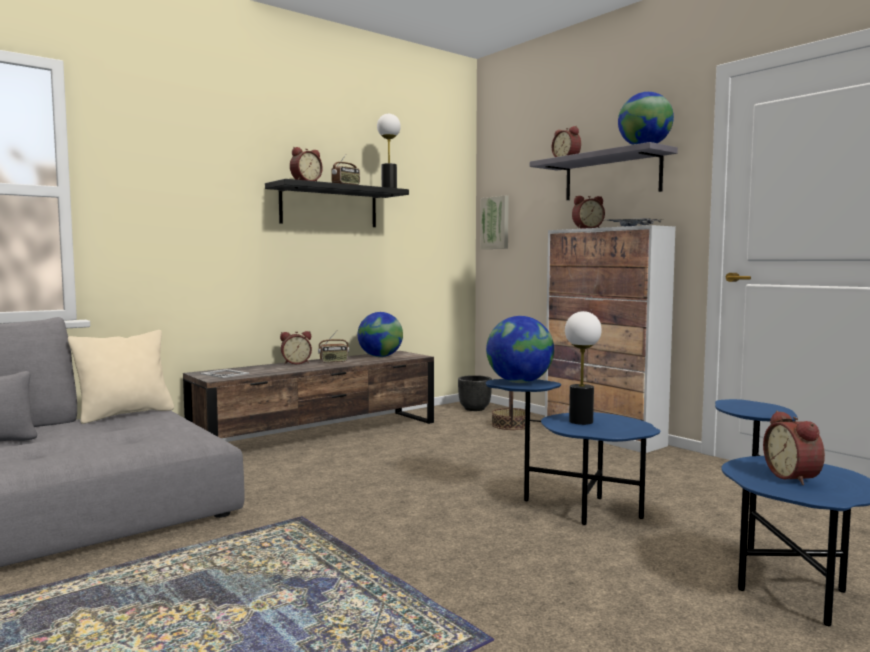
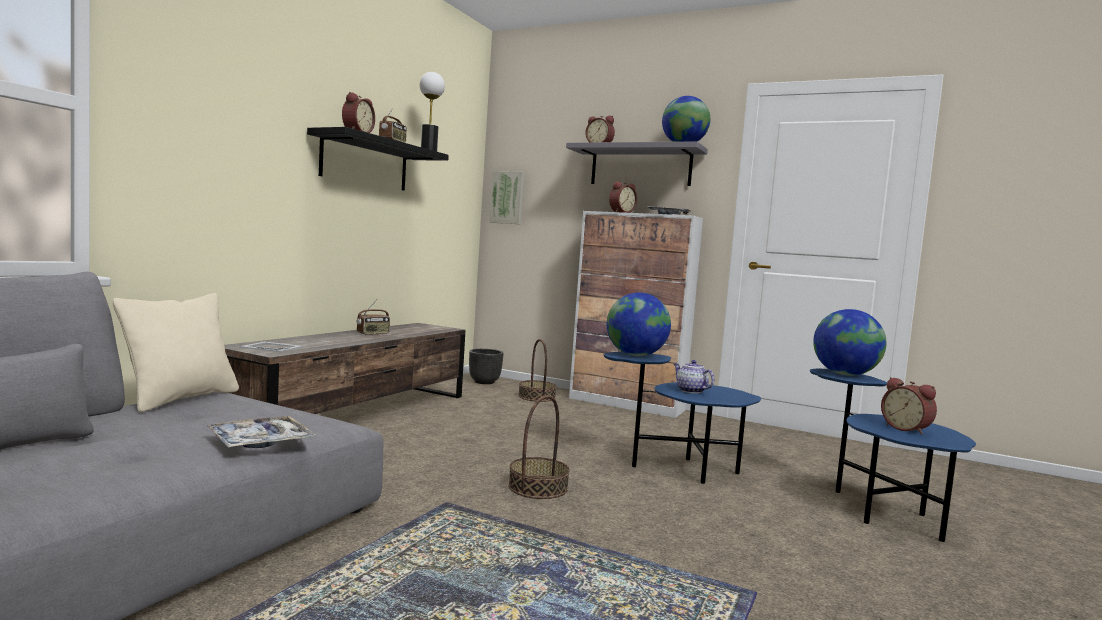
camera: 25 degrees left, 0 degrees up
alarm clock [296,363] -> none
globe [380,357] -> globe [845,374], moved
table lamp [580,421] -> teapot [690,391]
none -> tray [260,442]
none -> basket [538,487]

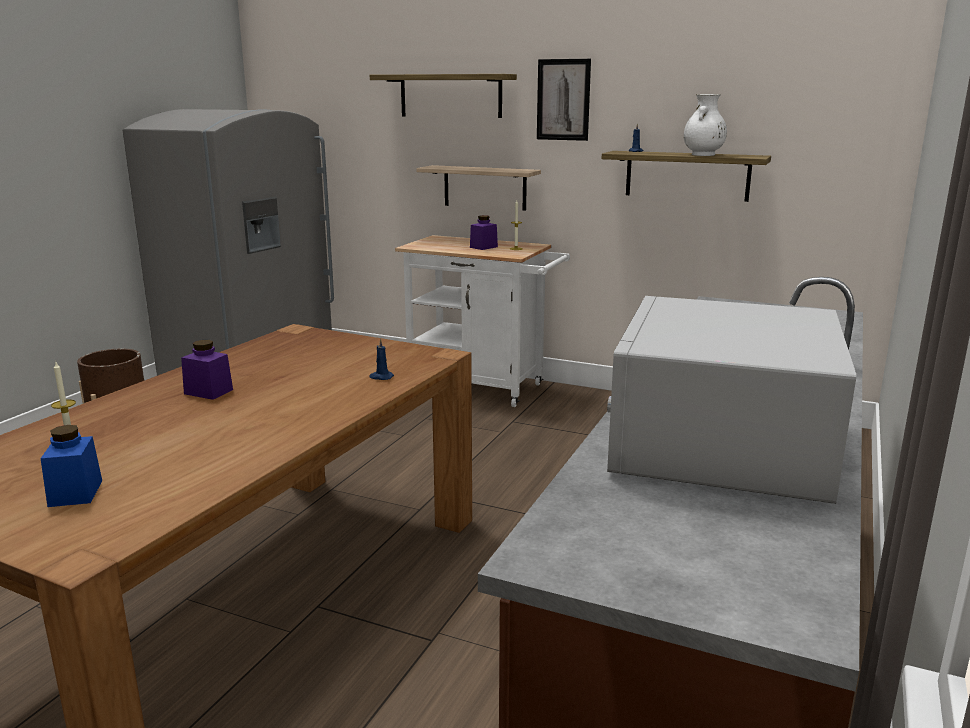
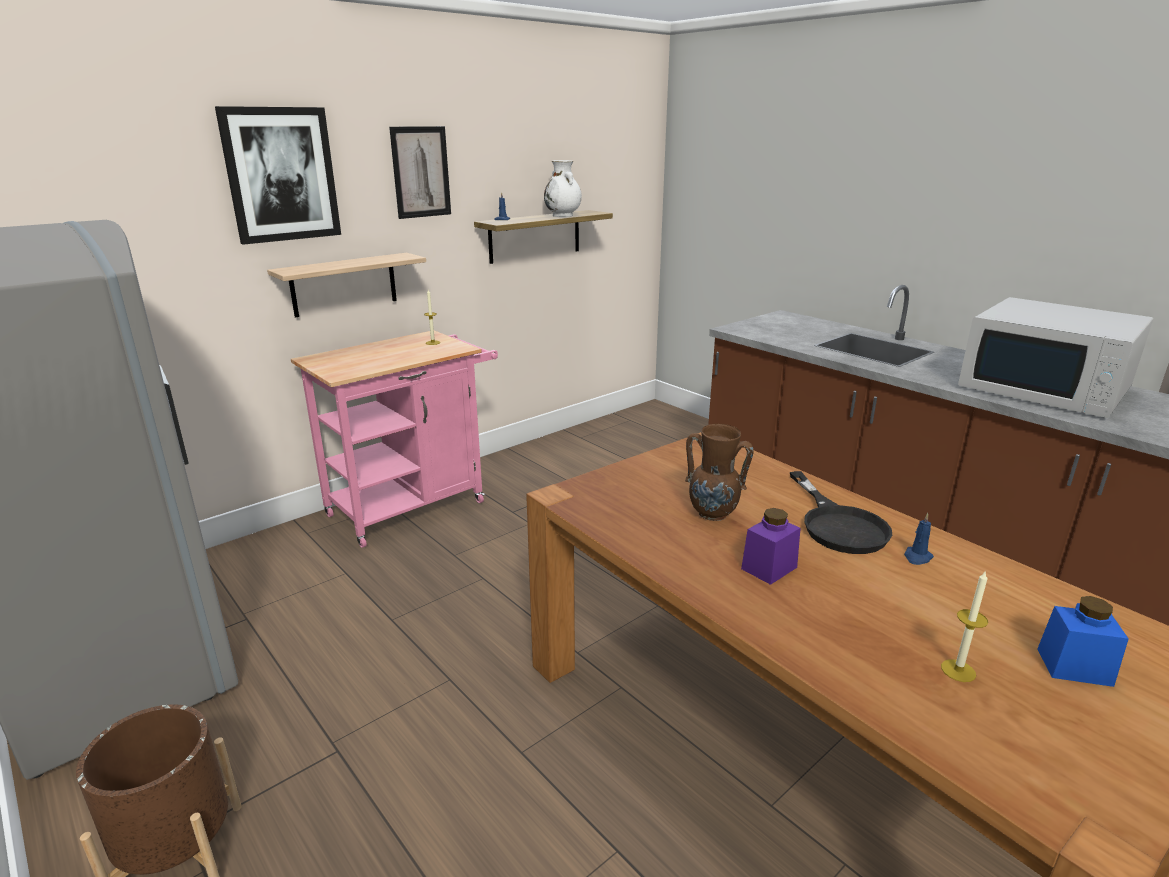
camera: 65 degrees left, 5 degrees up
blue candle [381,377] -> blue candle [917,557], moved
shelf [450,96] -> picture [281,175]
white cart [483,388] -> pink cart [415,505]
purple jar [483,247] -> none
none -> brown vase [713,515]
none -> black frying pan [838,524]

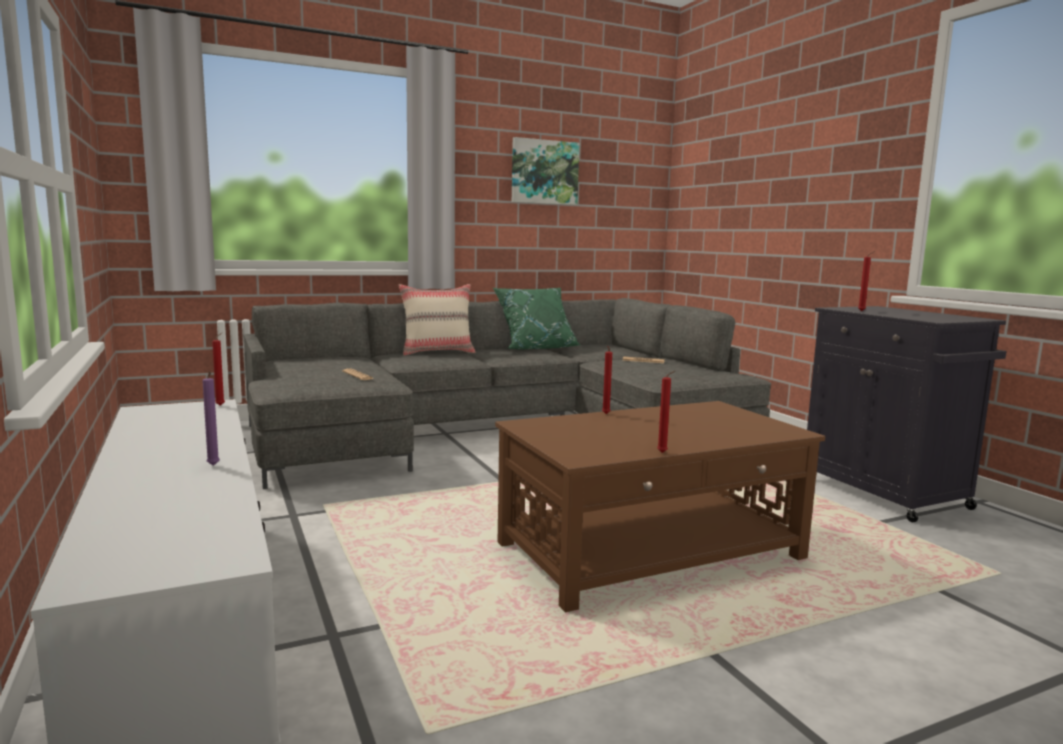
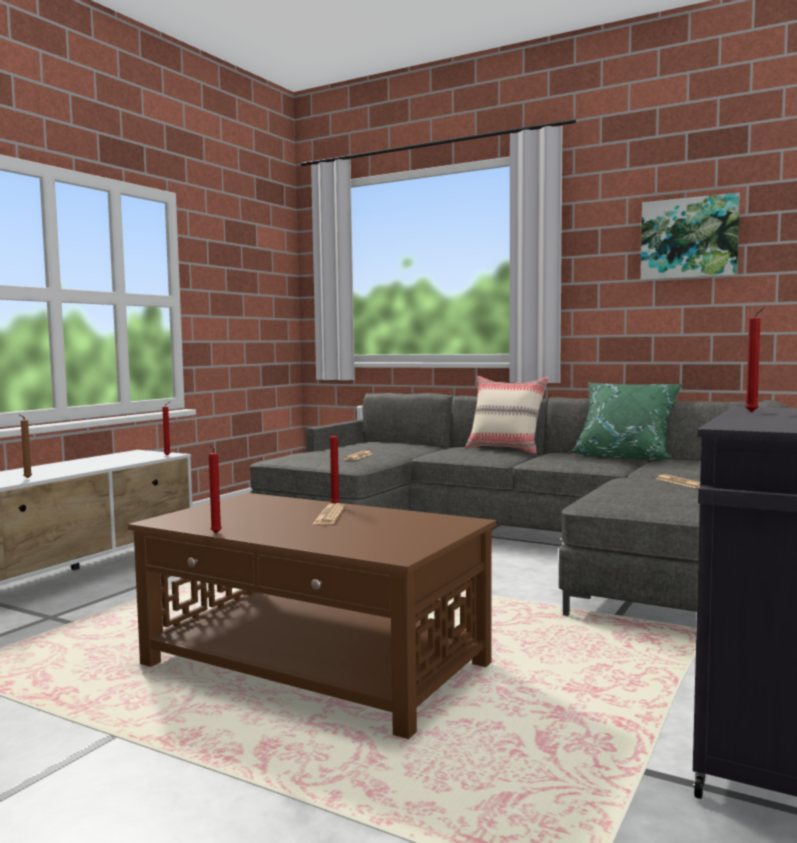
camera: 55 degrees right, 5 degrees down
purple candle [213,466] -> brown candle [26,478]
none -> newspaper [329,516]

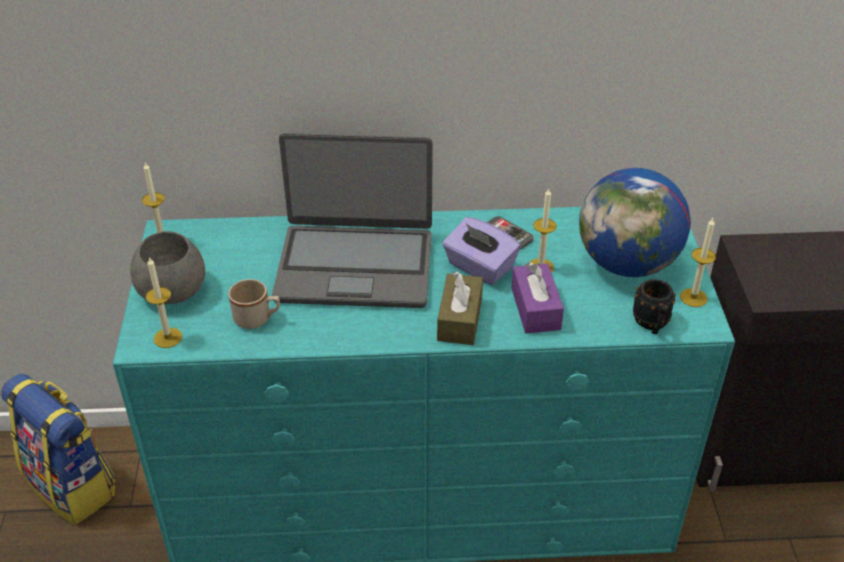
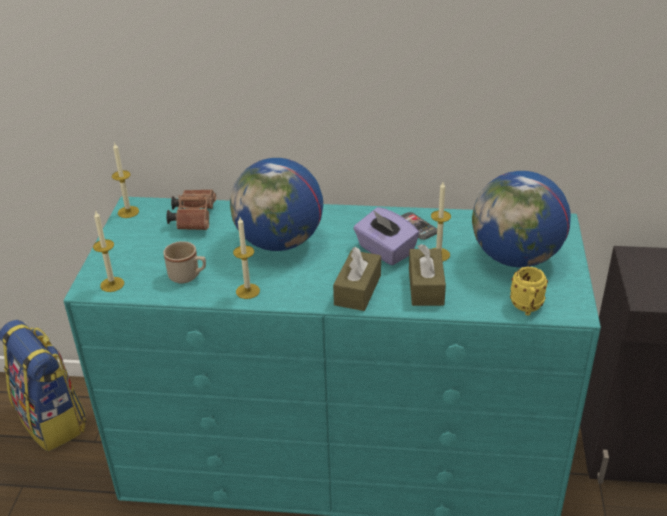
camera: 10 degrees right, 5 degrees down
grey bowl [171,289] -> none
laptop [355,266] -> globe [279,242]
purple tissue box [535,308] -> brown tissue box [426,287]
black mug [652,325] -> yellow mug [526,308]
candle [693,297] -> candle [247,291], moved
none -> brown binoculars [194,218]

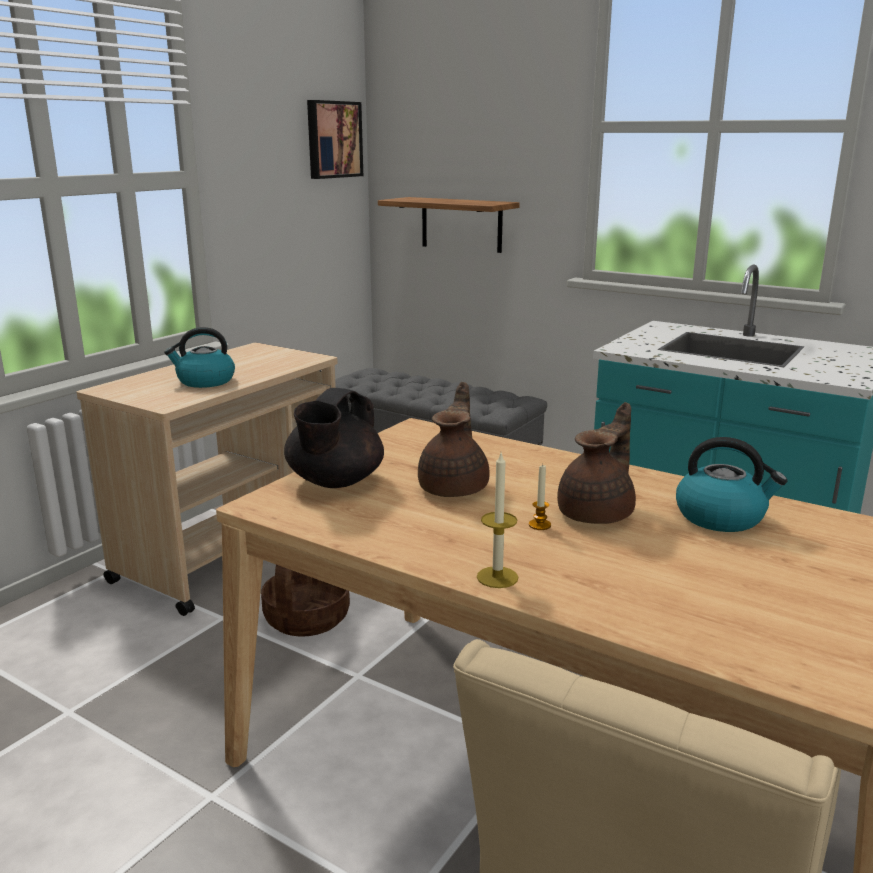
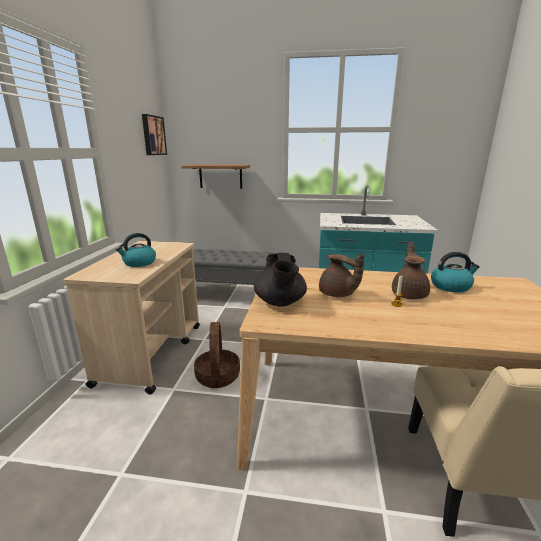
camera: 25 degrees left, 0 degrees up
brown teapot [455,487] -> brown teapot [337,294], 150 degrees clockwise
candle [497,577] -> none

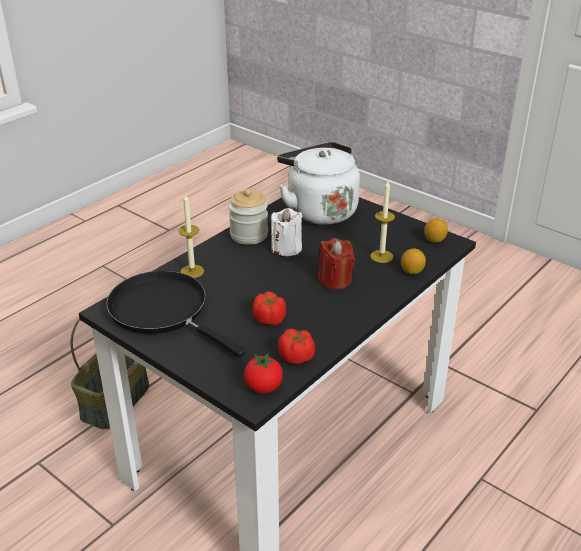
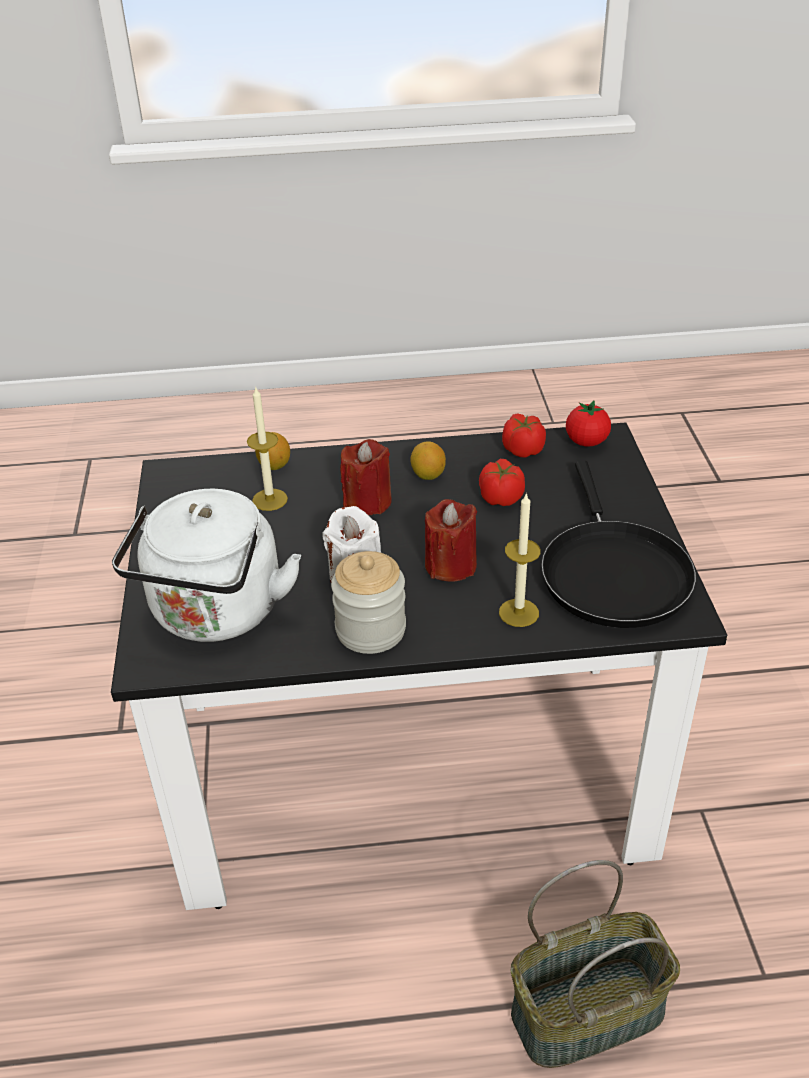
camera: 135 degrees left, 5 degrees up
lemon [434,240] -> lemon [428,475], moved
none -> red candle [450,565]

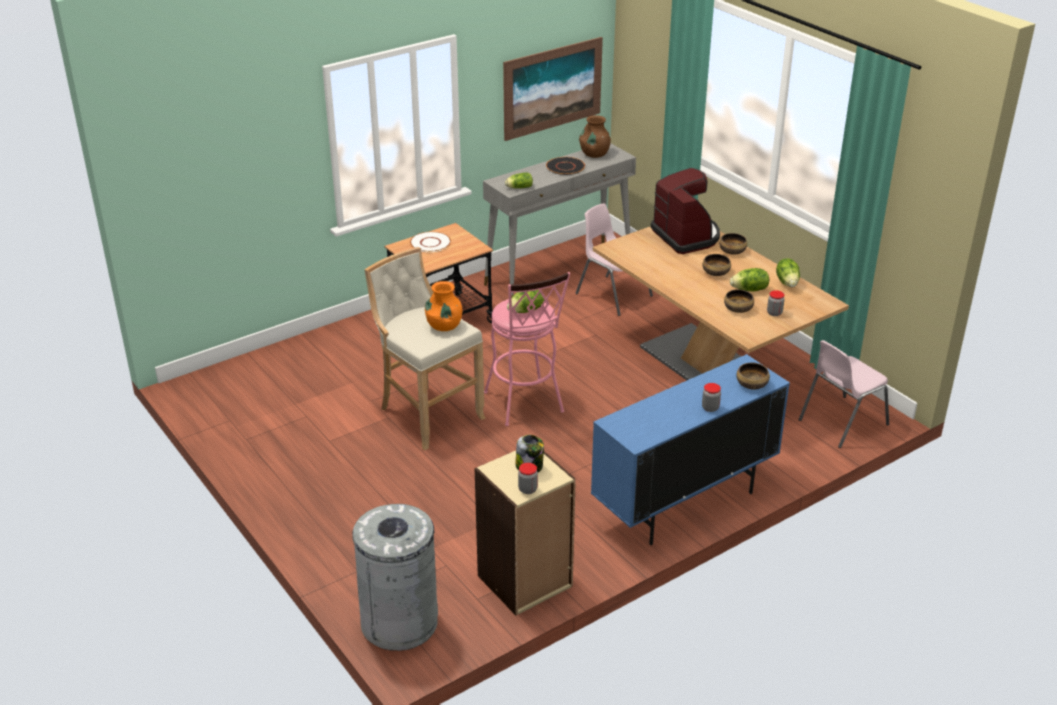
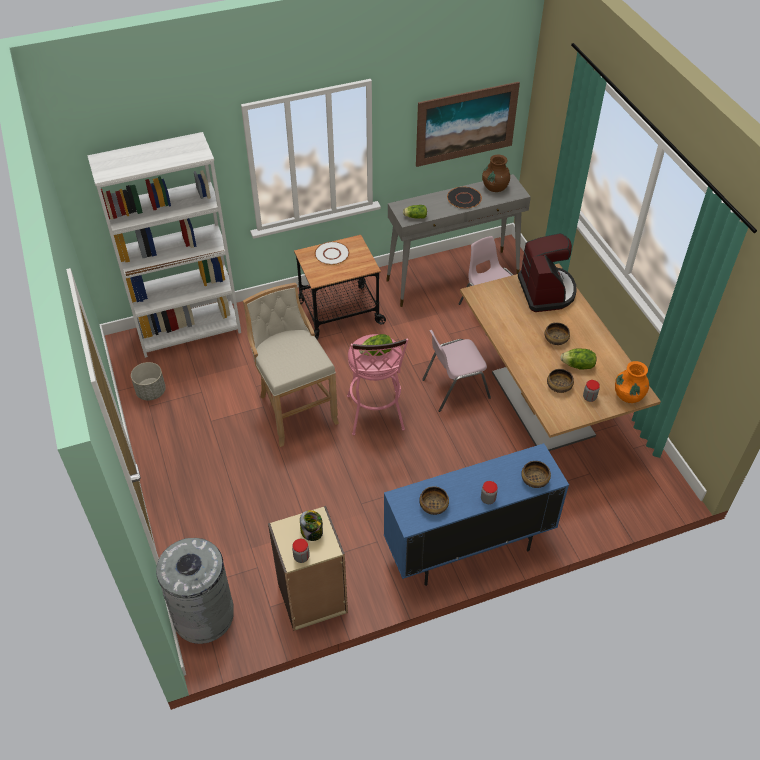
camera: 15 degrees right, 15 degrees up
orange vase [444,326] -> orange vase [628,395], moved
bowl [732,251] -> bowl [433,505], moved
lettuce [787,282] -> none
pink chair [841,422] -> pink chair [454,388], moved
none -> white bookcase [189,331]
none -> grey planter [151,392]

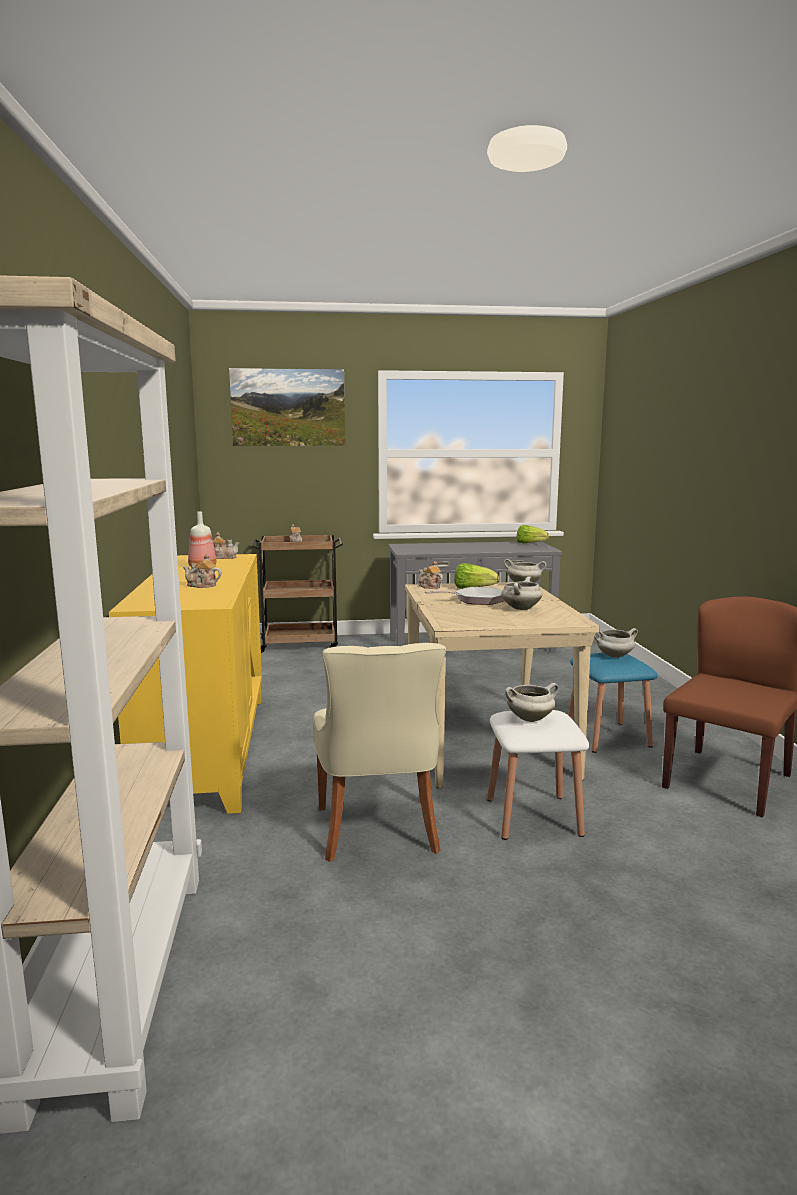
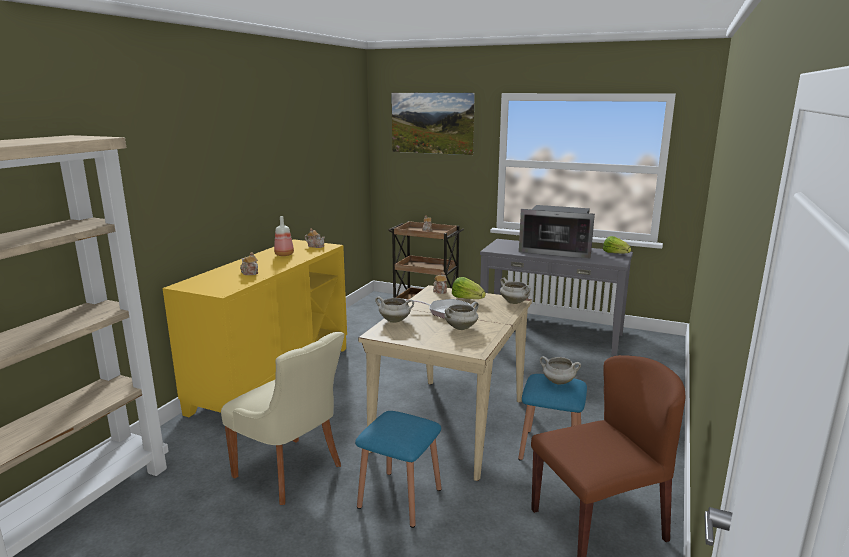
camera: 30 degrees right, 5 degrees up
beige chair [378,832] -> beige chair [291,472], 75 degrees counterclockwise
white stool [533,816] -> blue stool [400,498]
white cooking pot [530,718] -> white cooking pot [395,320], moved
none -> microwave [556,251]

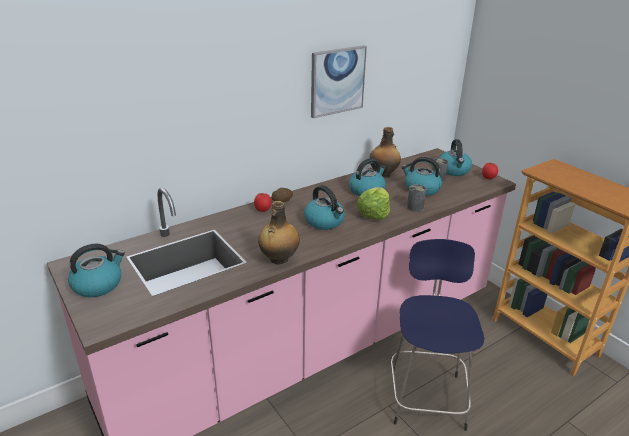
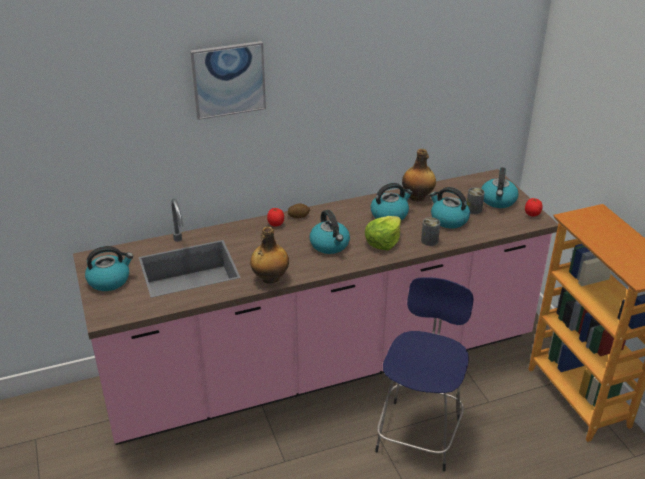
camera: 15 degrees right, 5 degrees up
picture [337,81] -> picture [228,79], moved

